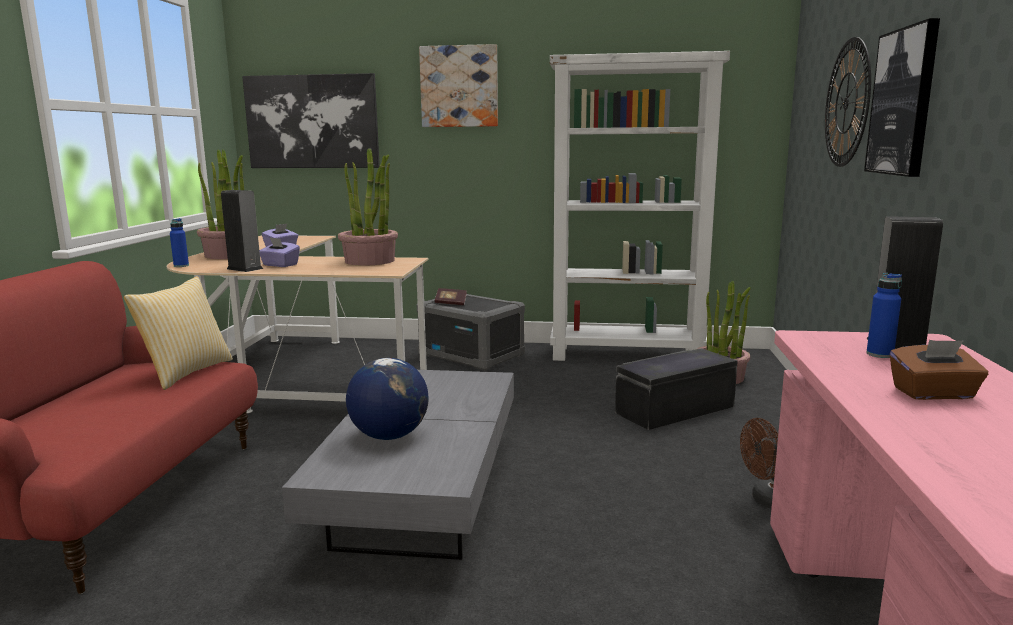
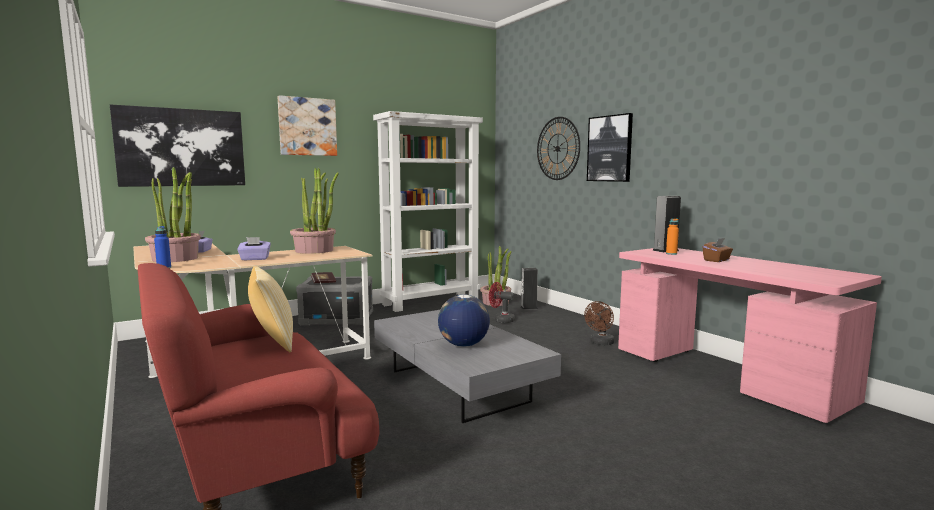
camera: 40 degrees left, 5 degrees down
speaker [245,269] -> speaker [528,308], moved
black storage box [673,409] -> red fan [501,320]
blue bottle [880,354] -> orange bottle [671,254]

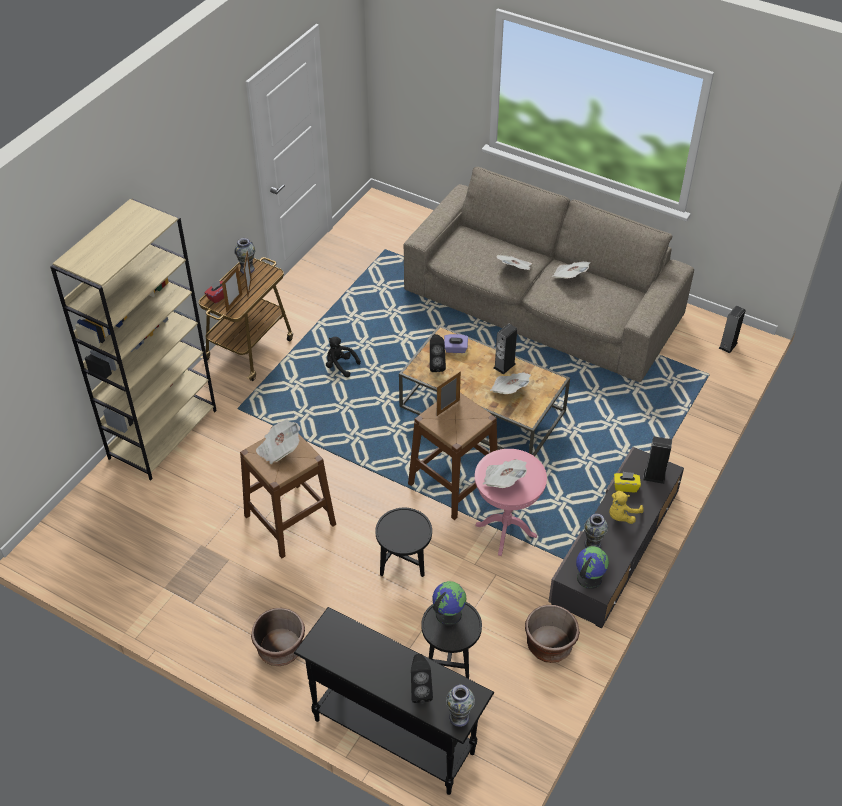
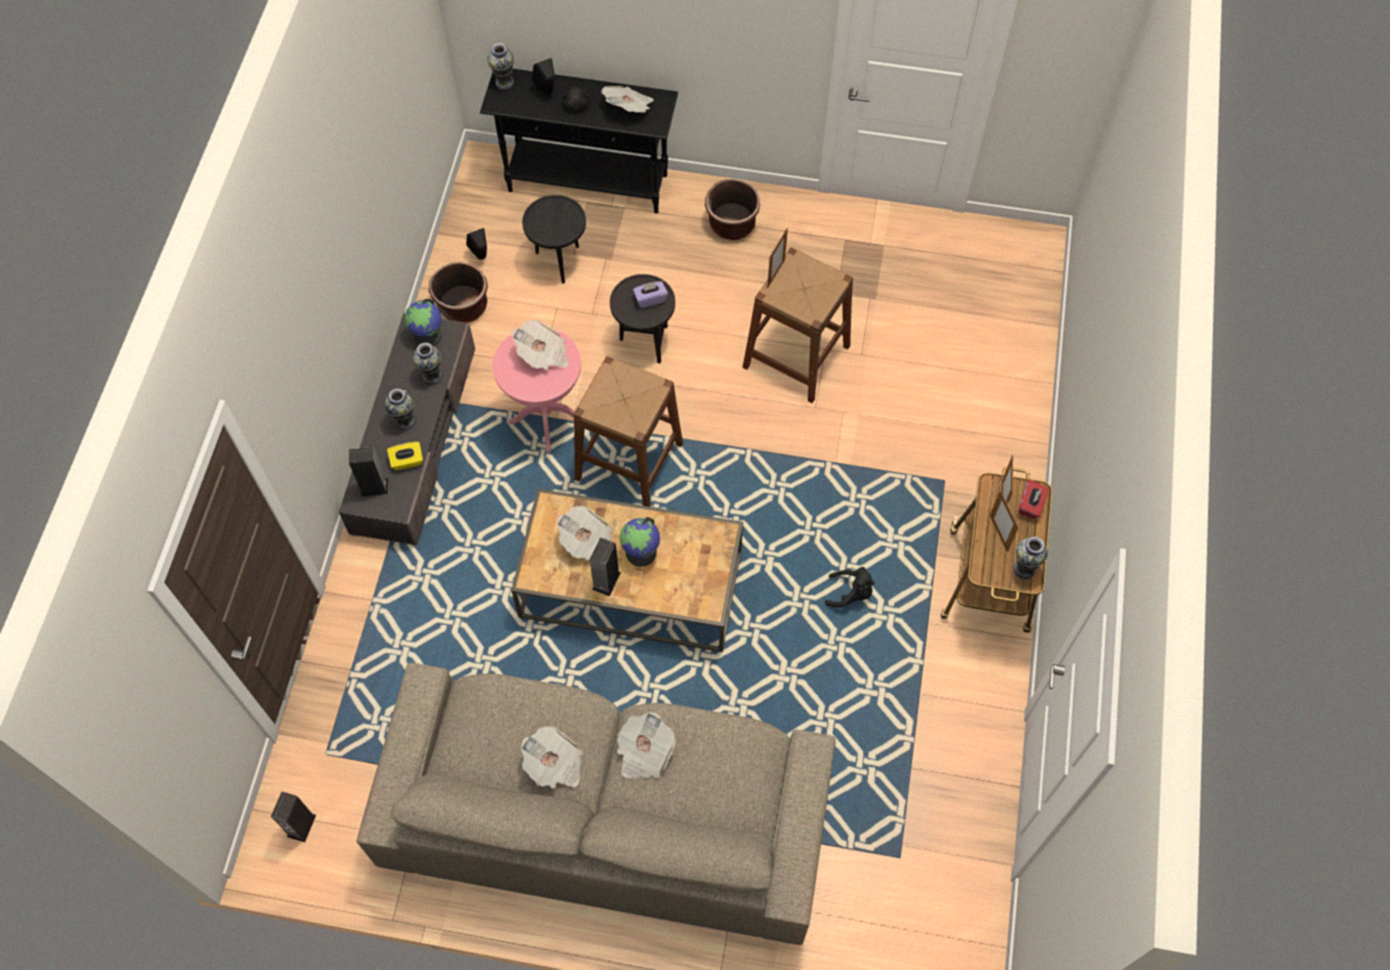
camera: 160 degrees right, 15 degrees up
beige bookcase [163,433] -> none
newspaper [279,449] -> newspaper [629,108], moved
black speaker [436,365] -> black speaker [481,257], moved
globe [448,613] -> globe [641,552], moved
picture frame [448,408] -> picture frame [776,273], moved
purple tissue box [455,349] -> purple tissue box [650,299], moved
yellow plush toy [621,515] -> vase [405,421]
none -> black plush toy [576,103]

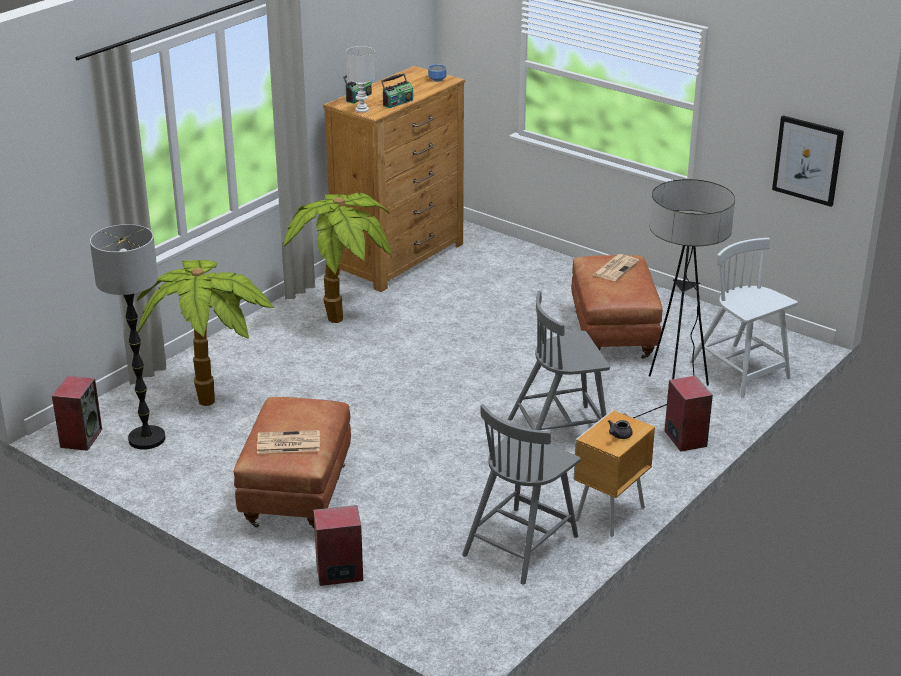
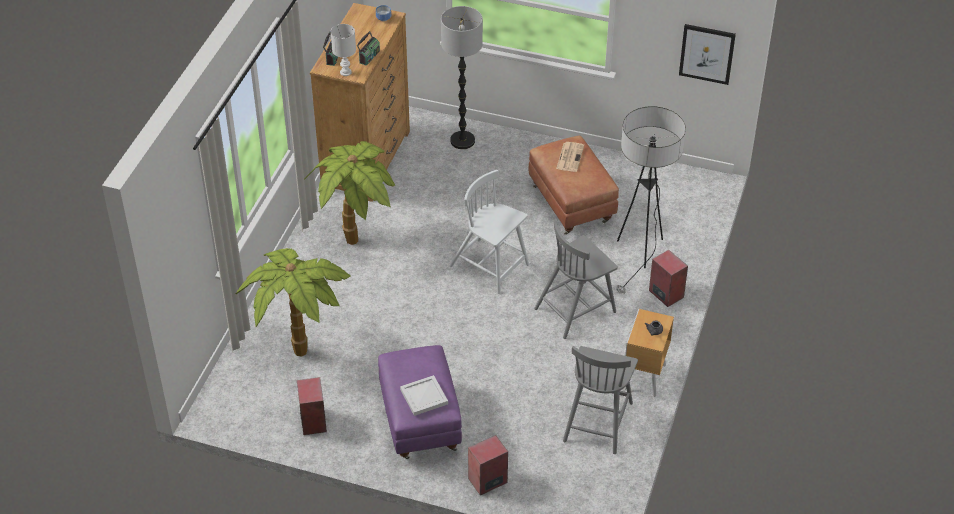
camera: 20 degrees left, 15 degrees up
speaker [81,438] -> speaker [312,421], moved
floor lamp [147,439] -> floor lamp [462,141], moved
brown ottoman [296,495] -> purple ottoman [419,421]
newspaper [287,443] -> white tray [423,397]
white chair [740,371] -> white chair [490,266], moved

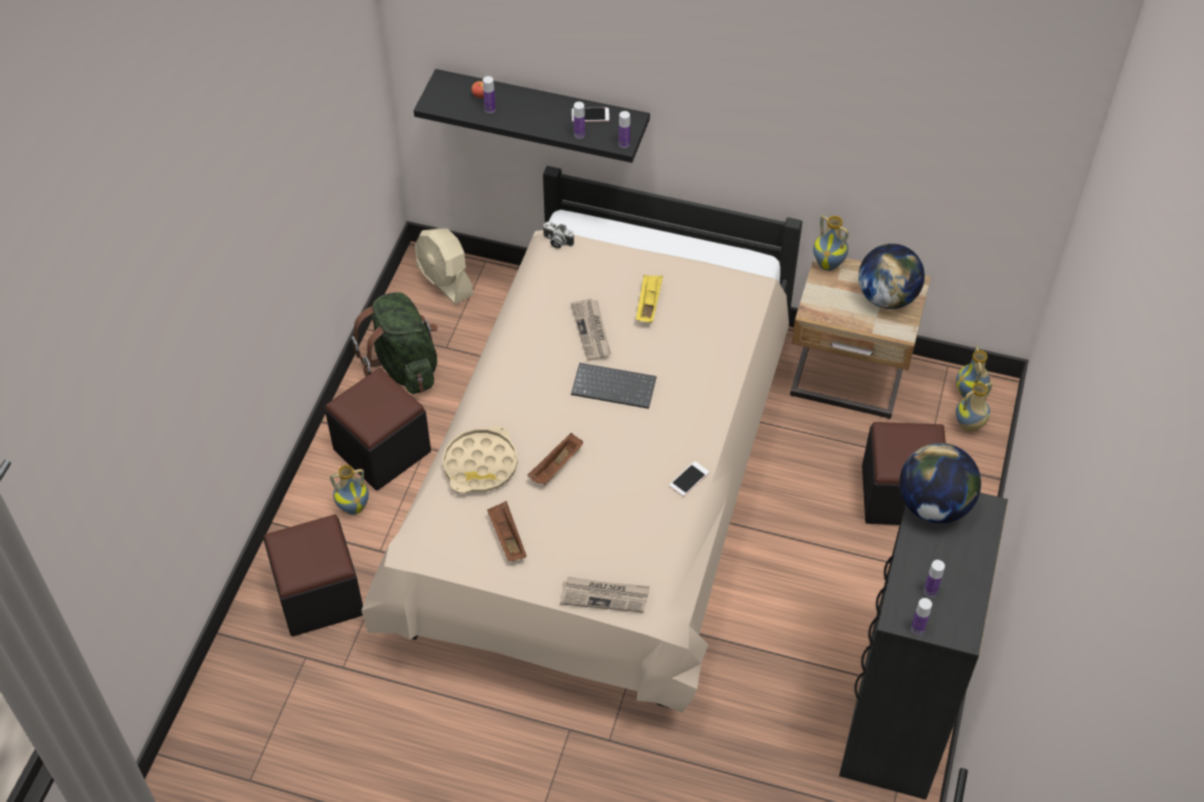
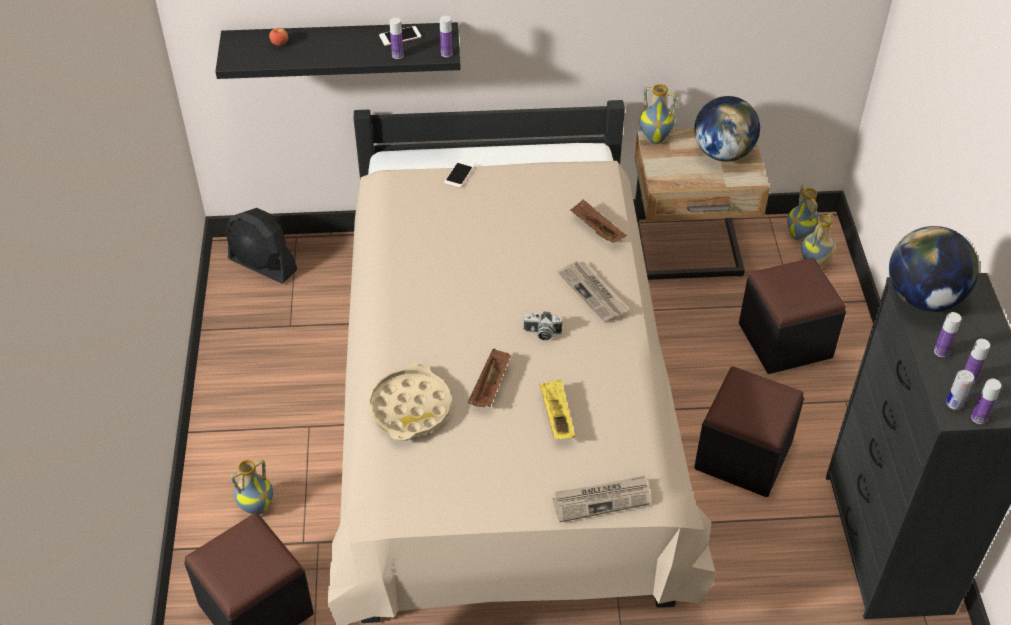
camera: 20 degrees left, 5 degrees down
black ottoman [382,450] -> black ottoman [743,455], moved
green backpack [404,367] -> none
beige fan [445,281] -> black fan [263,265]
bottle [490,109] -> bottle [941,351], moved
brown tray [507,537] -> brown tray [596,230], moved
photo camera [556,242] -> photo camera [542,333], moved
newspaper [592,331] -> newspaper [593,293], moved
keyboard [615,386] -> none
yellow tray [648,304] -> yellow tray [556,416], moved
phone [689,479] -> phone [459,174], moved
none -> can [954,404]

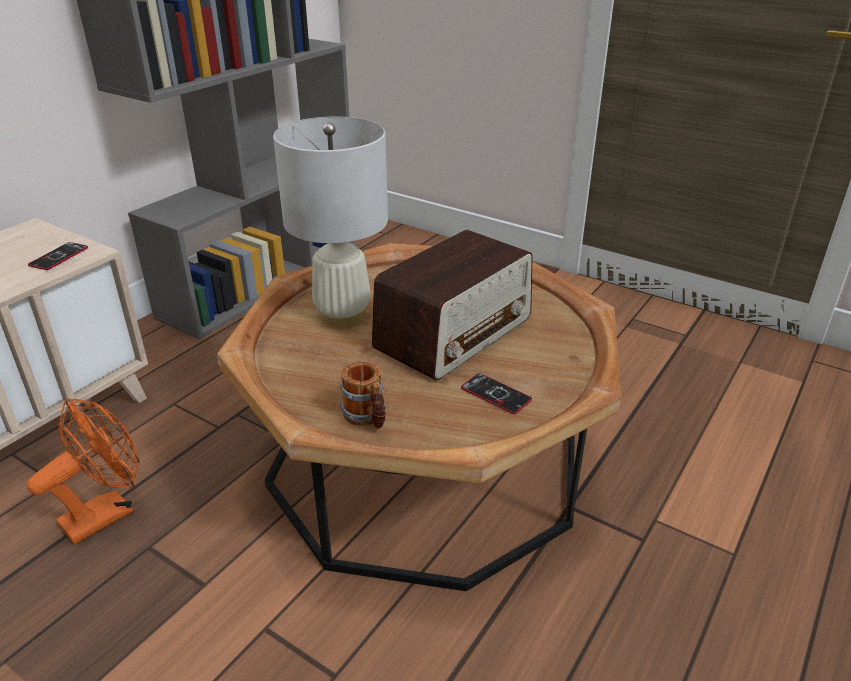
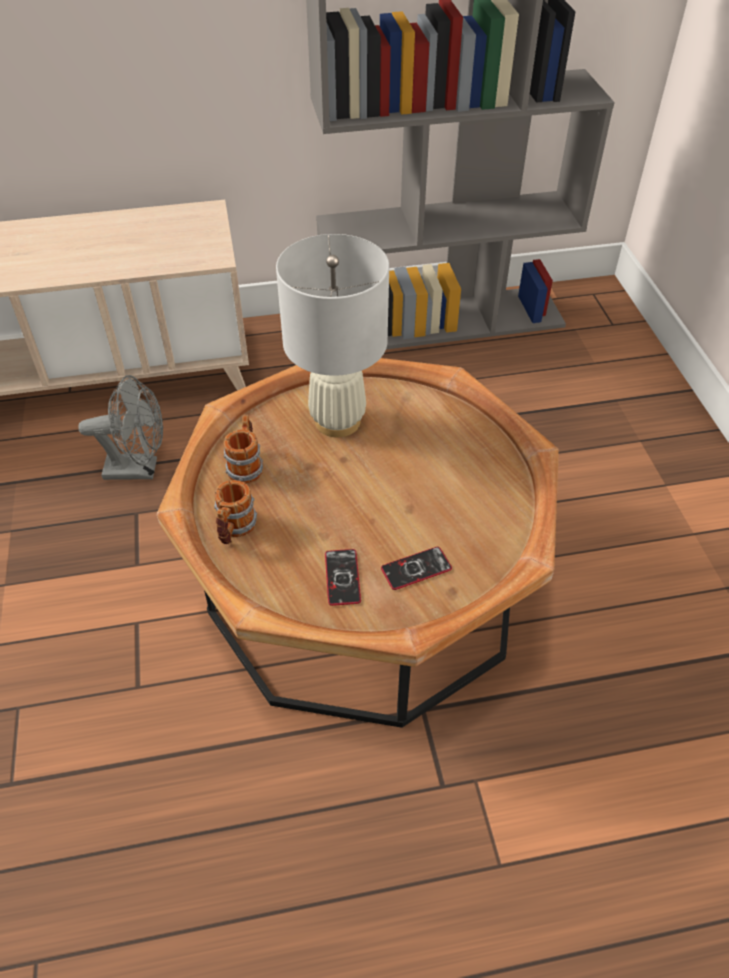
camera: 45 degrees right, 15 degrees up
orange fan [107,512] -> grey fan [139,469]
phone [59,257] -> phone [416,569], moved
radio [455,333] -> none
none -> mug [246,465]

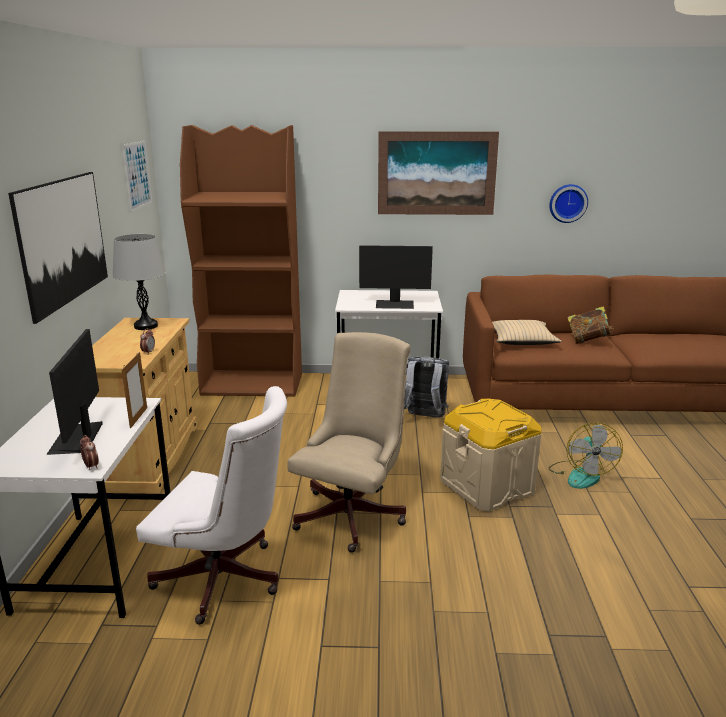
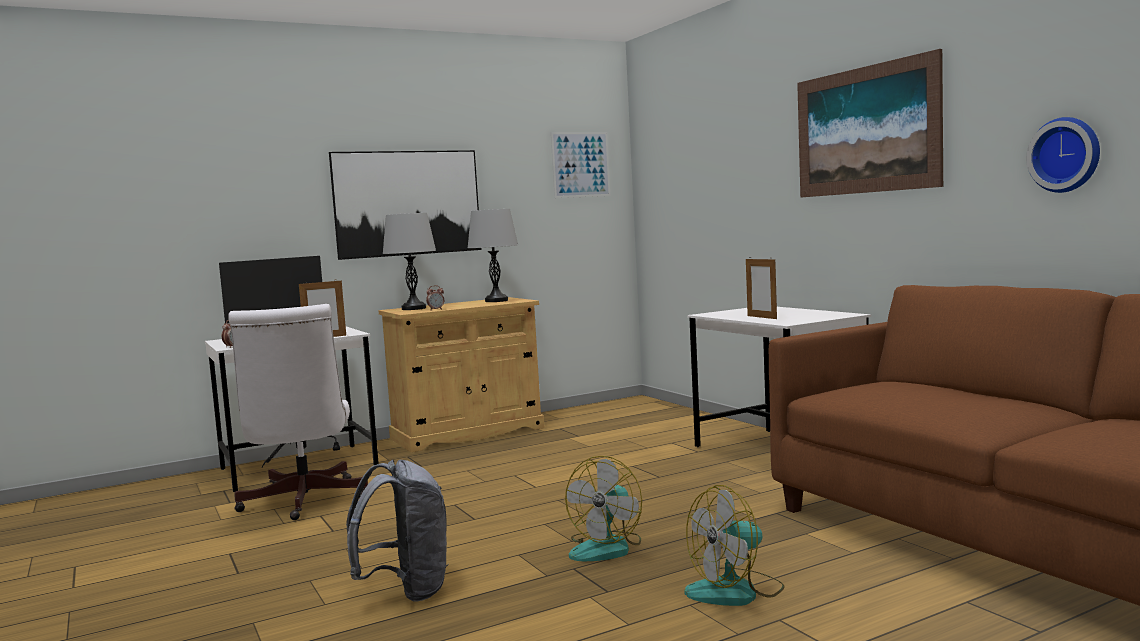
camera: 60 degrees right, 15 degrees down
brown bookcase [253,384] -> none
beige office chair [354,513] -> none
monitor [395,304] -> picture frame [762,317]
grey backpack [424,417] -> grey backpack [406,591], moved
beige storage box [487,486] -> fan [607,547]
beige pillow [521,340] -> none
book [588,340] -> none
none -> grey table lamp [414,308]

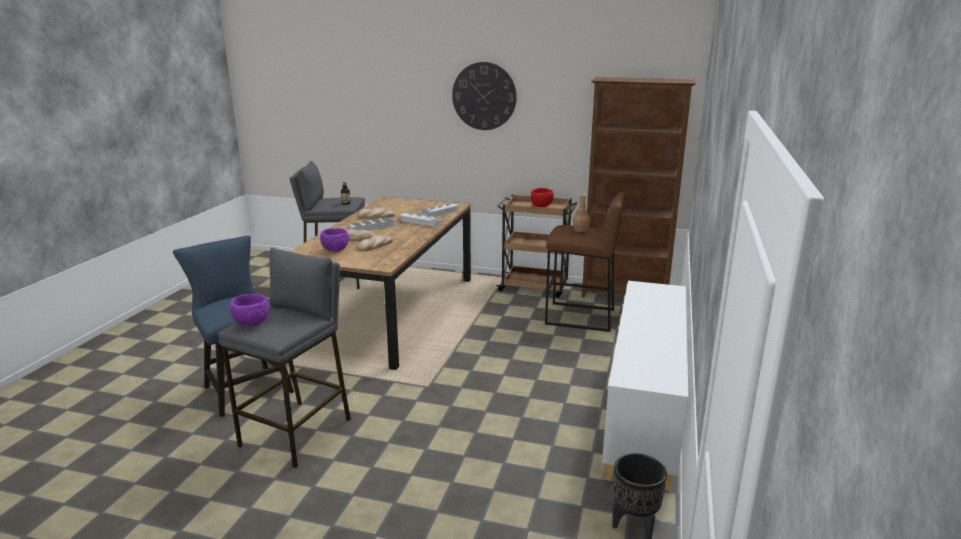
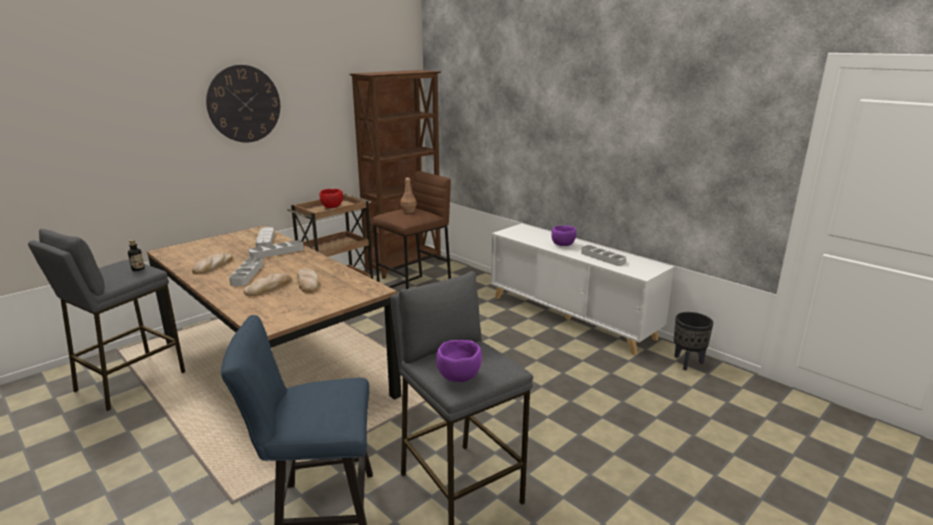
camera: 60 degrees left, 0 degrees up
purple bowl [335,250] -> purple bowl [563,245], moved
none -> grey tray [602,258]

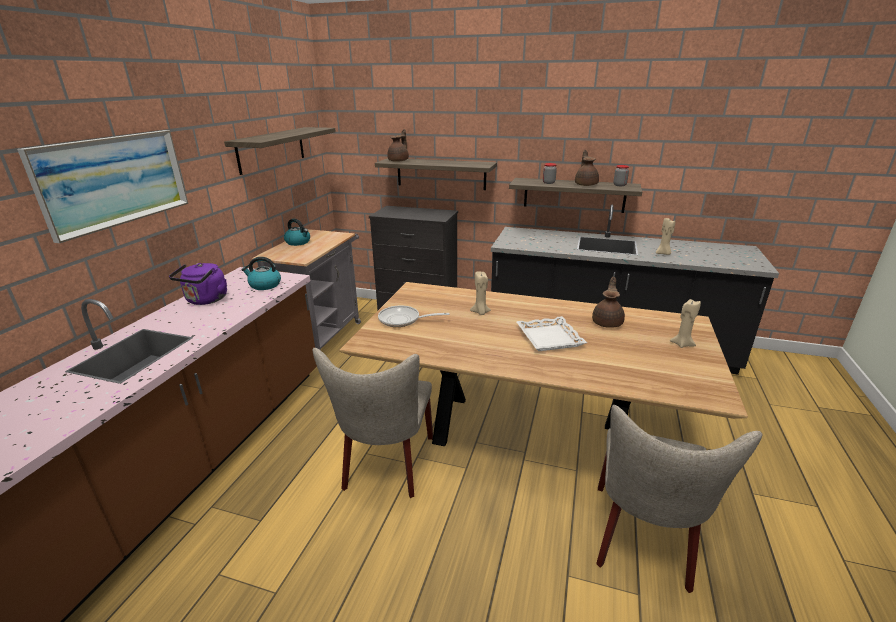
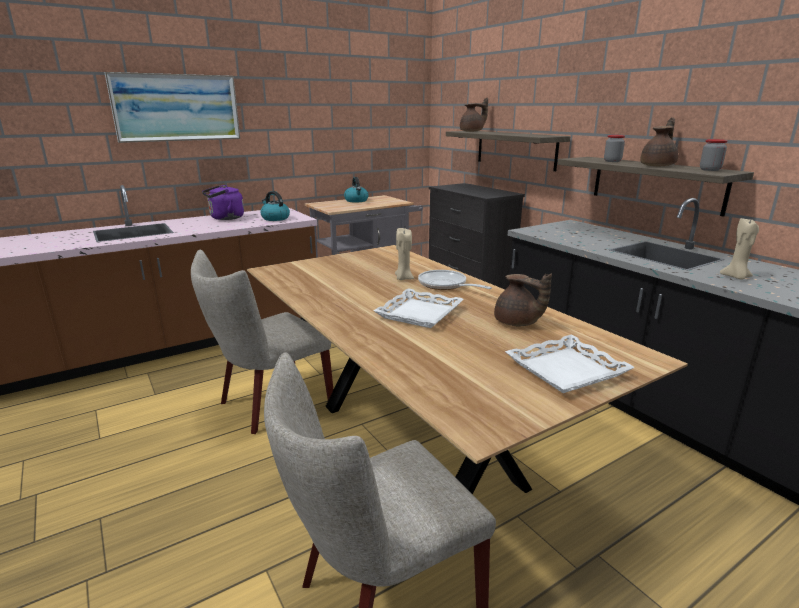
camera: 40 degrees right, 5 degrees down
shelf [271,149] -> none
frying pan [403,320] -> frying pan [445,285], moved
brown teapot [607,322] -> brown teapot [517,323], 75 degrees clockwise
beige candle [681,344] -> white tray [566,370]

